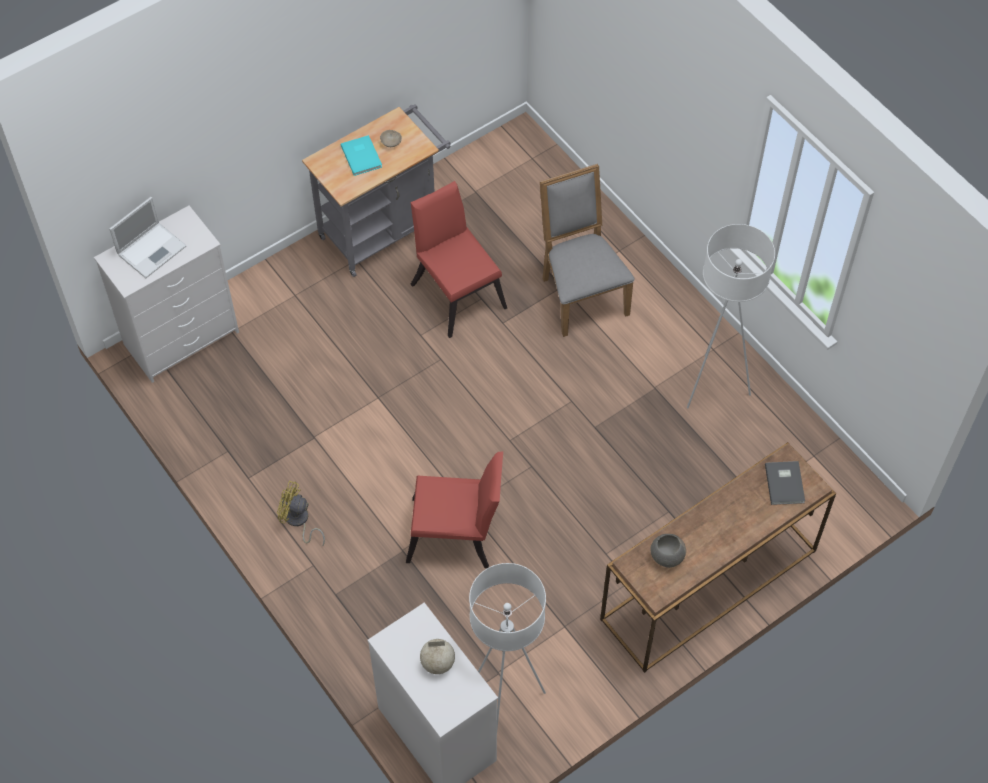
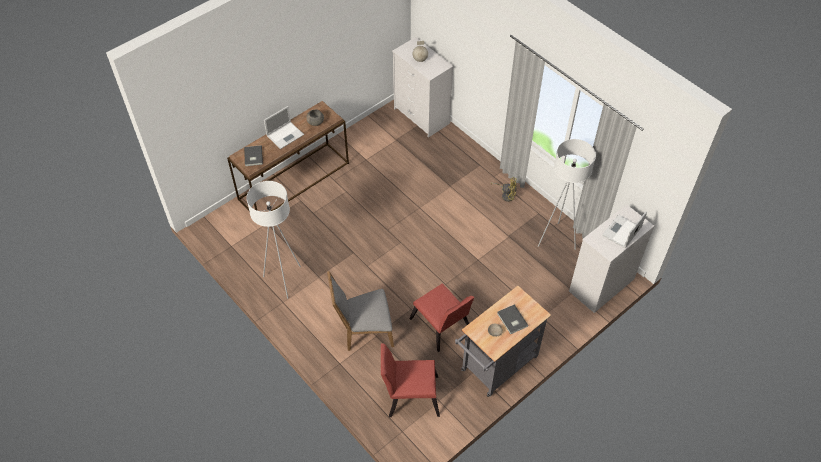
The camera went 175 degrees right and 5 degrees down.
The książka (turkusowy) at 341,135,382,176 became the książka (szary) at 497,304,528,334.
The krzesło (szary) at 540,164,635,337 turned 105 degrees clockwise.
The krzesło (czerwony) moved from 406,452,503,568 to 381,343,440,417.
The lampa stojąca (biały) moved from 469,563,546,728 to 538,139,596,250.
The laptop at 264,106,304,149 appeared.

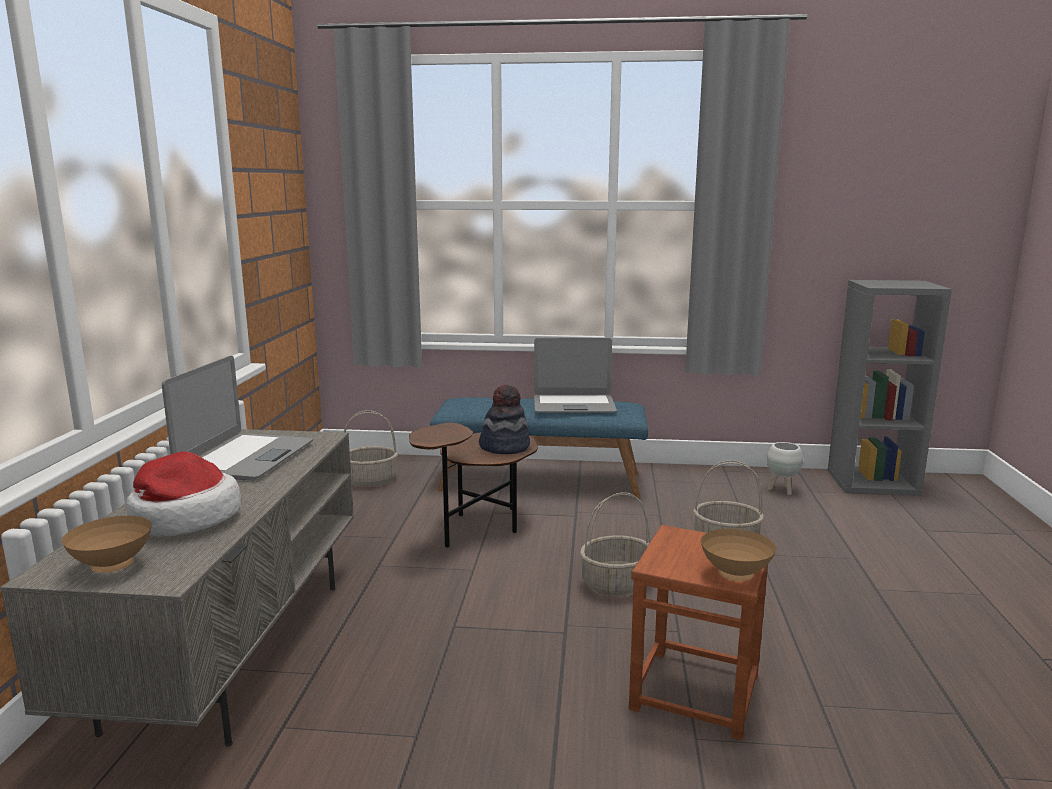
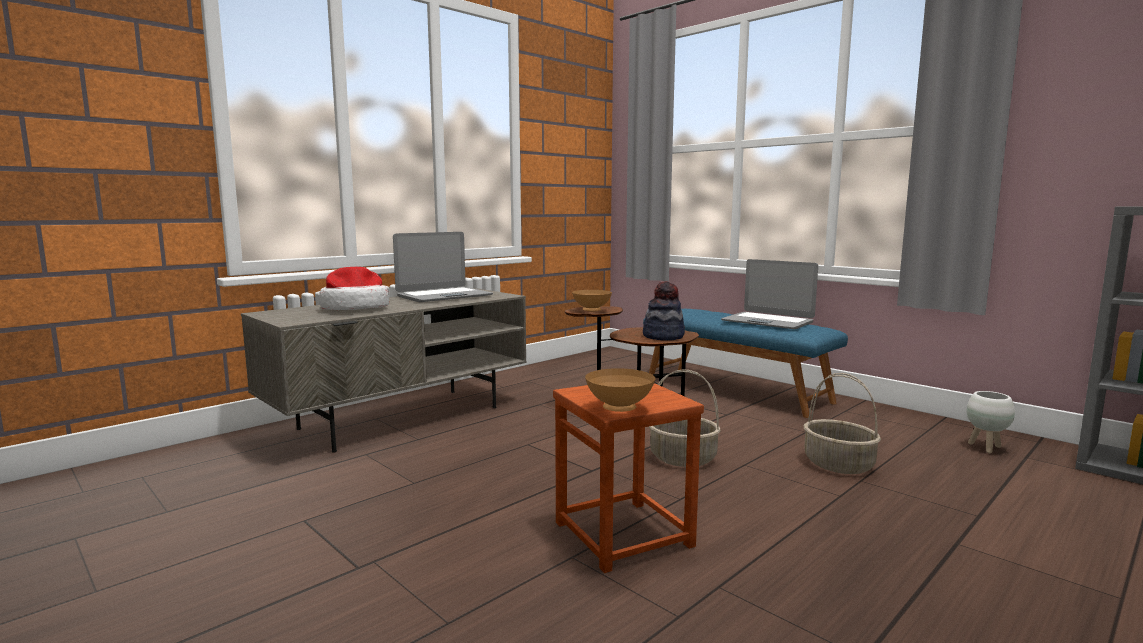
The camera went 40 degrees right and 5 degrees down.
The koszyk at 344,410,398,486 disappeared.
The miska (brązowy) moved from 62,516,152,573 to 572,290,612,312.

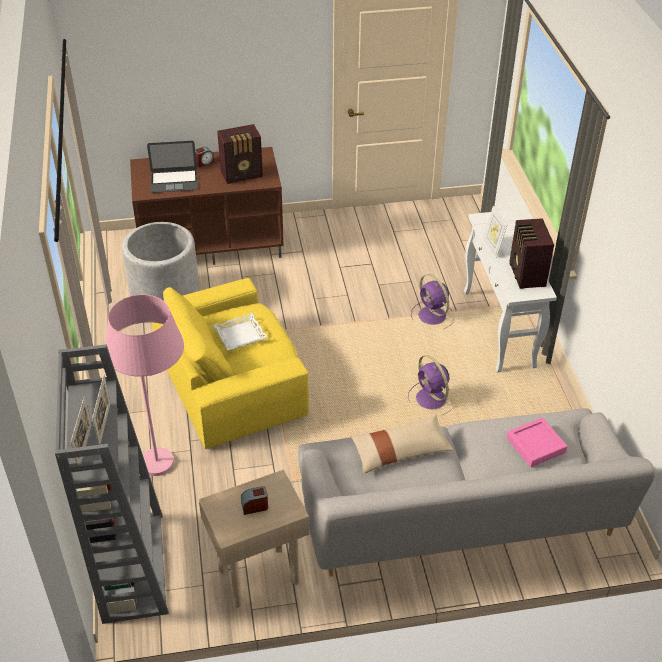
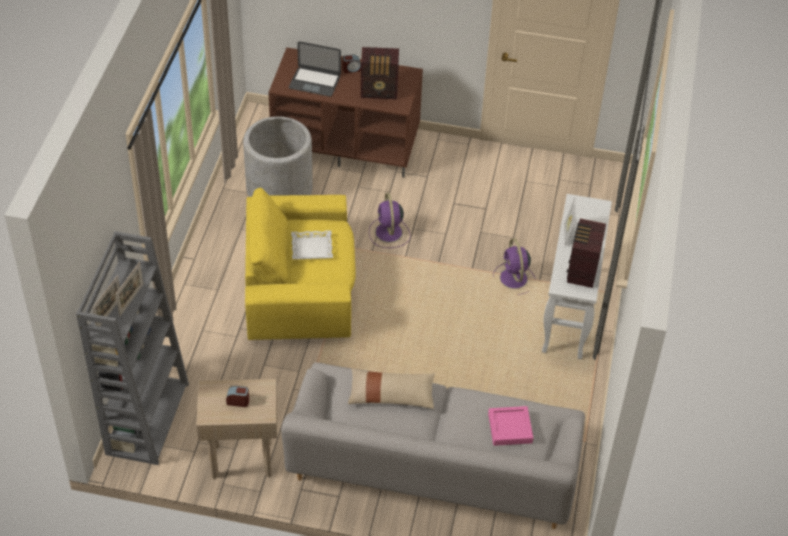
The camera went 20 degrees right and 5 degrees up.
The lampa stojąca (różowy) at 105,295,184,476 disappeared.
The wentylator (fioletowy) moved from 408,355,453,415 to 369,193,411,248.

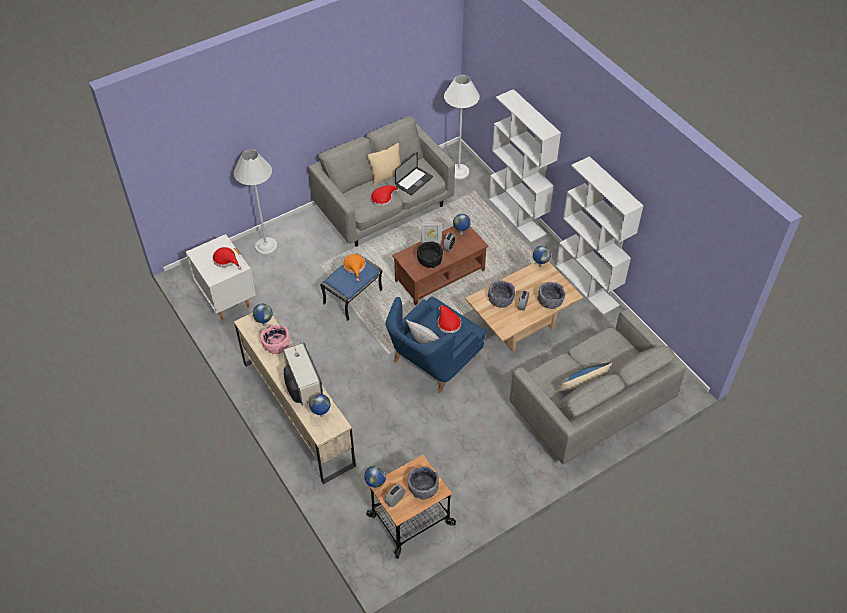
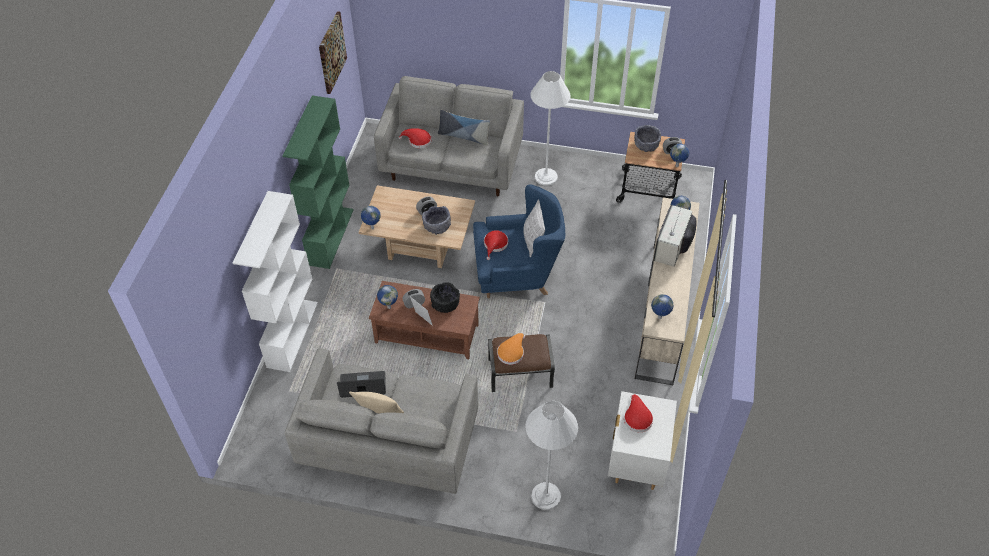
The camera went 135 degrees left and 0 degrees up.
The lampa stojąca (biały) moved from 444,75,480,179 to 530,71,571,186.
The regał (biały) at 556,156,643,315 became the regał (zielony) at 282,96,354,269.
The kapelusz (czerwony) moved from 371,185,399,206 to 398,128,431,148.
The pufa (niebieski) at 320,253,383,321 became the pufa (brązowy) at 488,334,555,392.
The miska (szary) at 537,282,565,309 disappeared.
The miska (różowy) at 260,325,290,354 disappeared.
The obraz at 319,11,347,94 appeared.

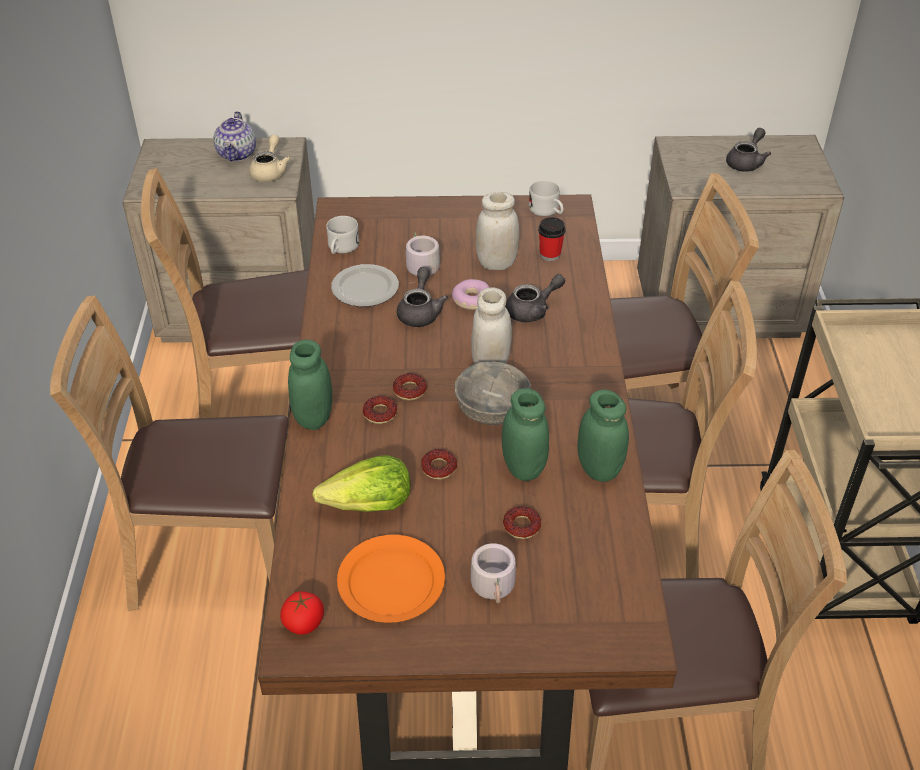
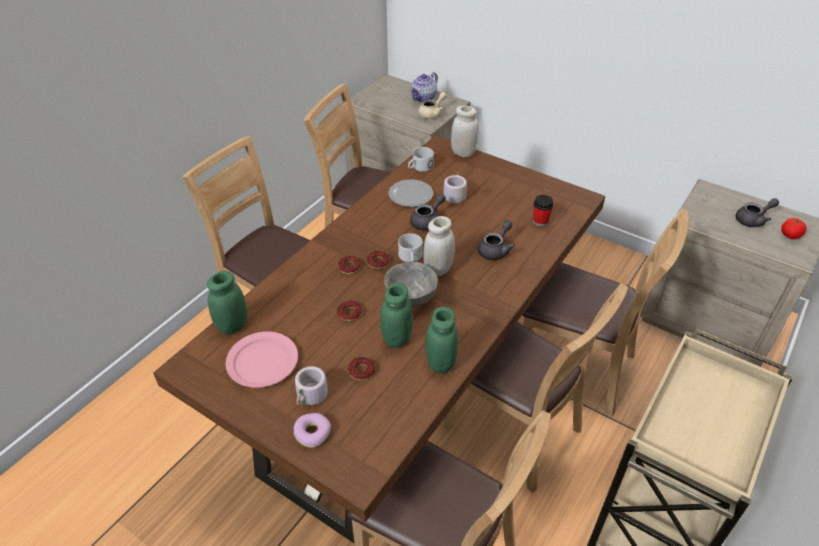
The camera went 35 degrees right and 0 degrees up.
The kubek (biały) moved from 529,180,564,216 to 398,233,423,262.
The słoik (biały) moved from 476,192,519,270 to 451,105,479,157.
The imbryk (szary) at 506,274,565,322 turned 60 degrees counterclockwise.
The donut moved from 452,279,490,310 to 294,413,331,448.
The słoik (zielony) moved from 288,340,332,430 to 207,271,247,335.
The sałata at 312,455,410,512 disappeared.
The talerz (pomarańczowy) at 337,535,445,623 became the talerz (różowy) at 226,332,298,388.
The pomidor moved from 280,591,324,635 to 781,218,806,239.

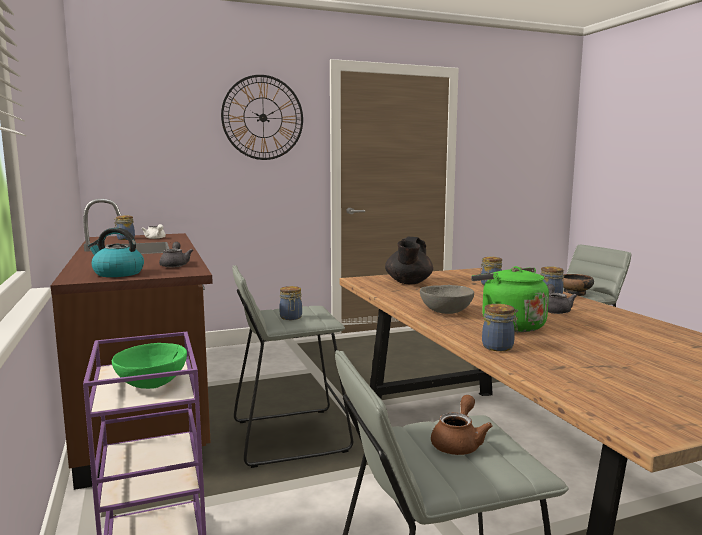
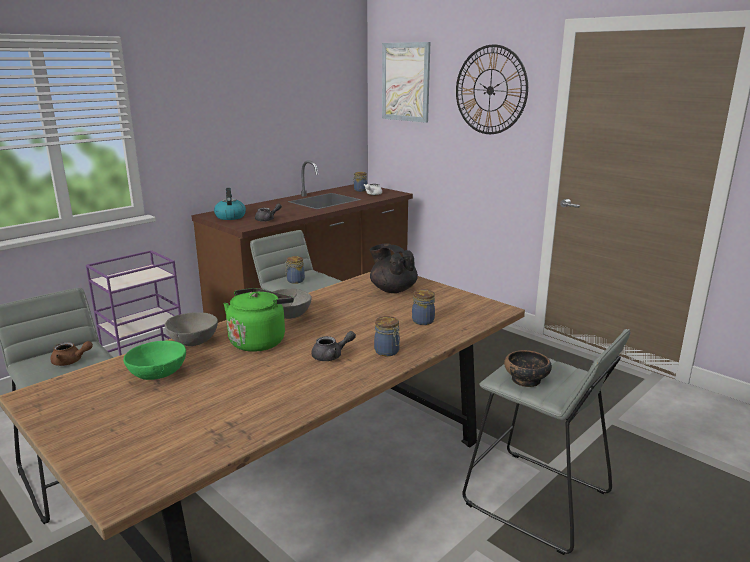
The camera went 65 degrees right and 10 degrees up.
The imbryk (czarny) at 385,237,433,284 turned 60 degrees clockwise.
The słoik at 482,304,518,351 was replaced by the miska (szary) at 165,312,218,346.
The miska (zielony) moved from 112,343,187,389 to 123,341,186,380.
The obraz at 382,42,430,123 appeared.

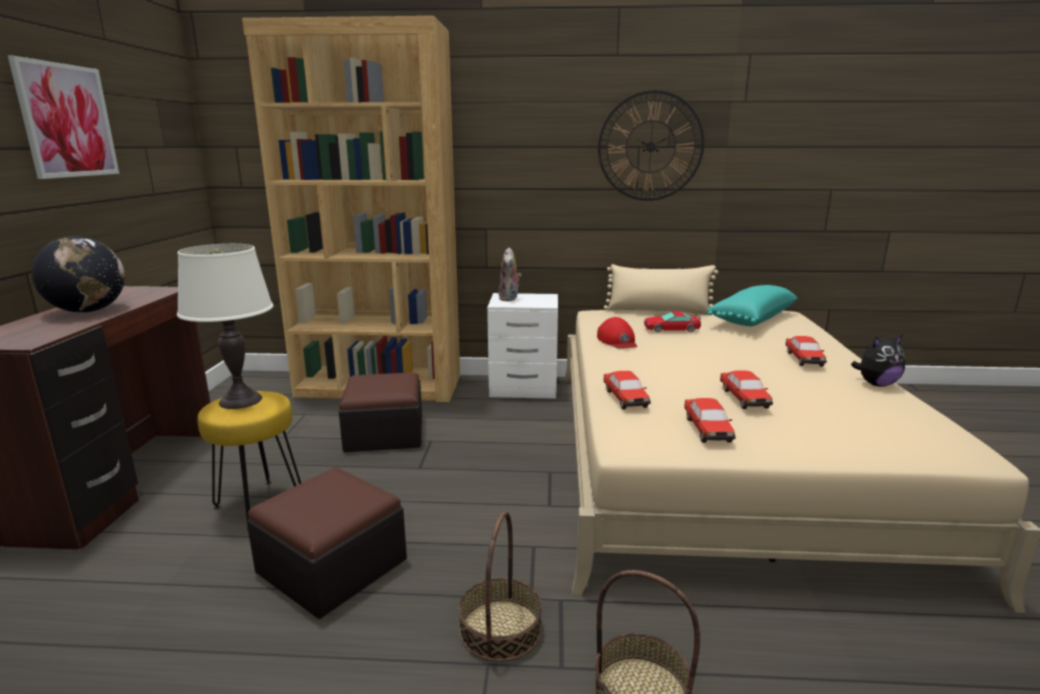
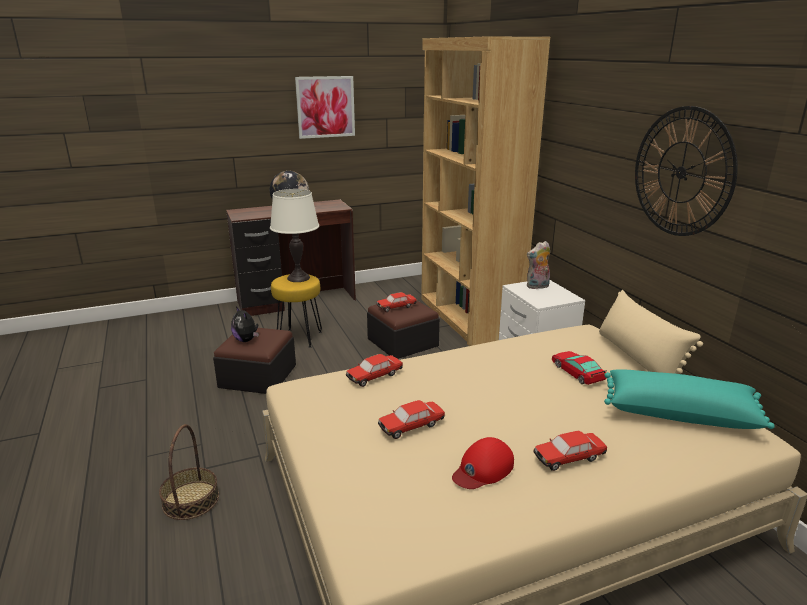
The camera went 65 degrees right and 5 degrees up.
The czapka z daszkiem (czerwony) moved from 597,317,637,349 to 452,437,514,489.
The pluszak moved from 851,335,905,387 to 231,306,259,342.
The samochodzik moved from 684,398,736,443 to 376,292,417,312.
The koszyk at 459,511,542,662 disappeared.

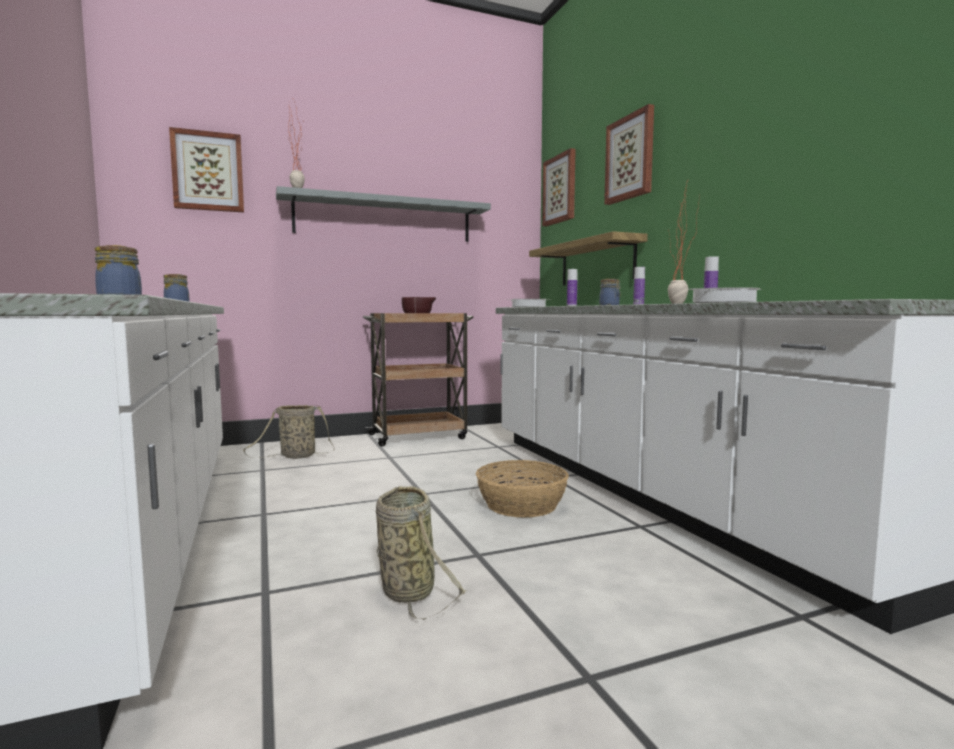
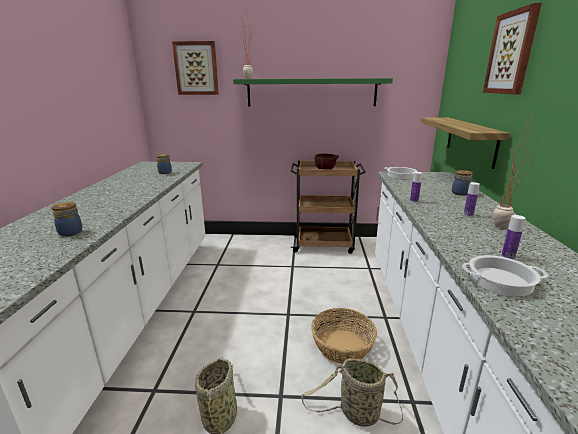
The camera went 25 degrees right and 15 degrees up.
The obraz at 542,148,576,226 disappeared.
The półka (szary) at 276,186,491,242 became the półka (zielony) at 233,78,393,106.
The koszyk moved from 243,405,334,459 to 301,359,403,427.

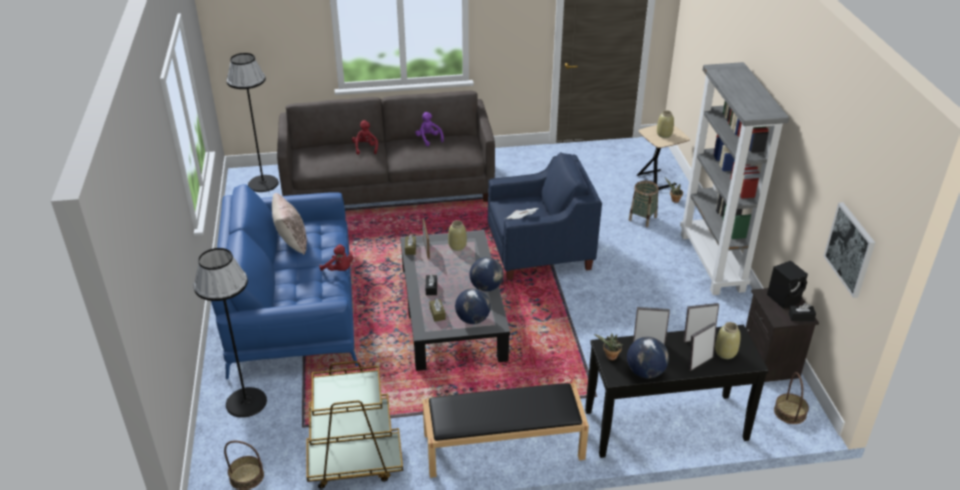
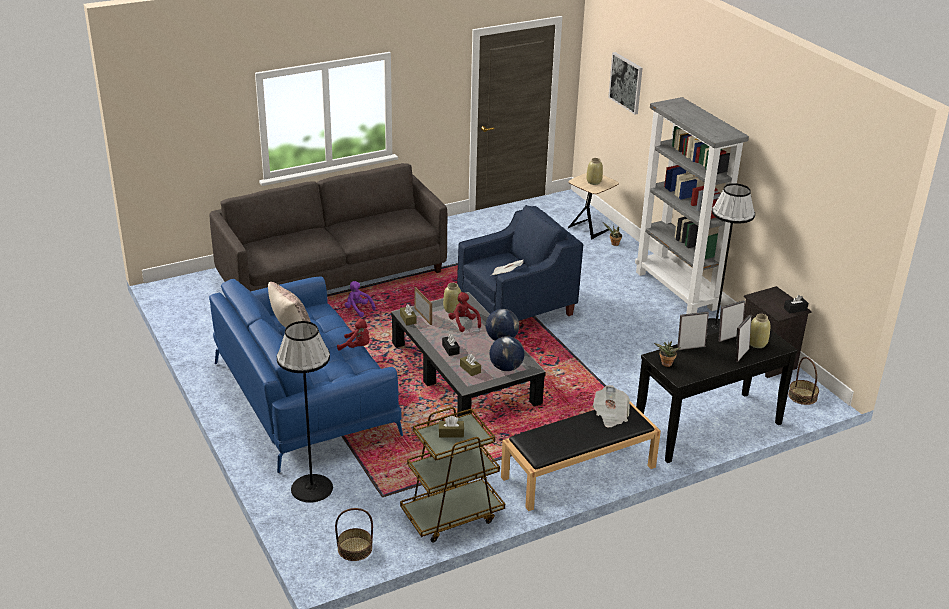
The camera went 20 degrees left and 5 degrees down.
The lampa stojąca (czarny) moved from 226,53,279,192 to 707,183,755,335.
The pluszak (fioletowy) moved from 415,112,444,146 to 345,281,376,317.
The pluszak (czerwony) moved from 352,120,378,155 to 448,292,481,332.
The koszyk at 629,181,659,227 disappeared.
The obraz moved from 824,202,875,298 to 608,52,643,115.
The głośnik (czarny) at 767,261,808,309 disappeared.
The globus at 627,337,669,379 disappeared.
The gazeta at 593,385,630,428 appeared.
The pudełko chusteczek (brązowy) at 439,416,464,437 appeared.

